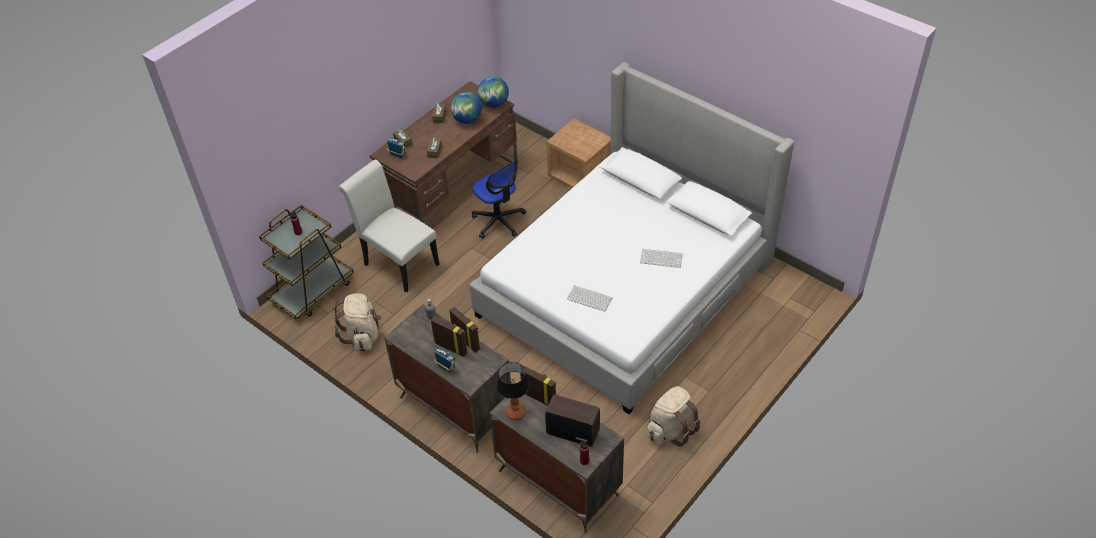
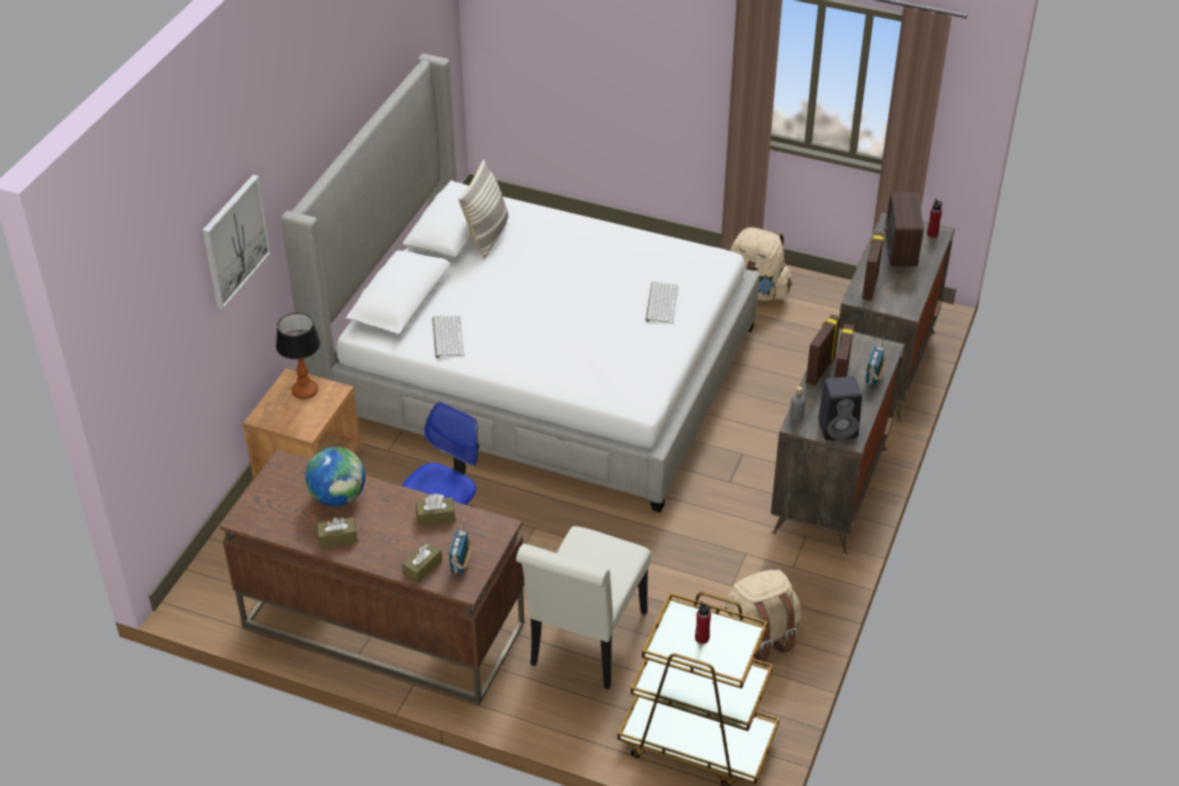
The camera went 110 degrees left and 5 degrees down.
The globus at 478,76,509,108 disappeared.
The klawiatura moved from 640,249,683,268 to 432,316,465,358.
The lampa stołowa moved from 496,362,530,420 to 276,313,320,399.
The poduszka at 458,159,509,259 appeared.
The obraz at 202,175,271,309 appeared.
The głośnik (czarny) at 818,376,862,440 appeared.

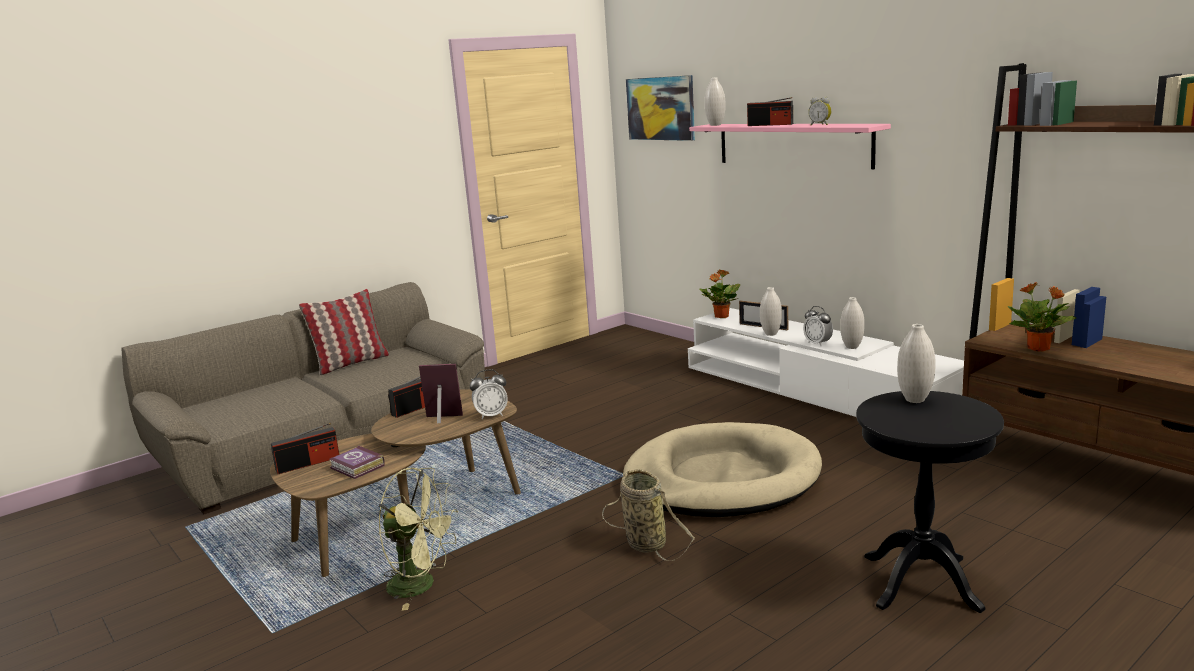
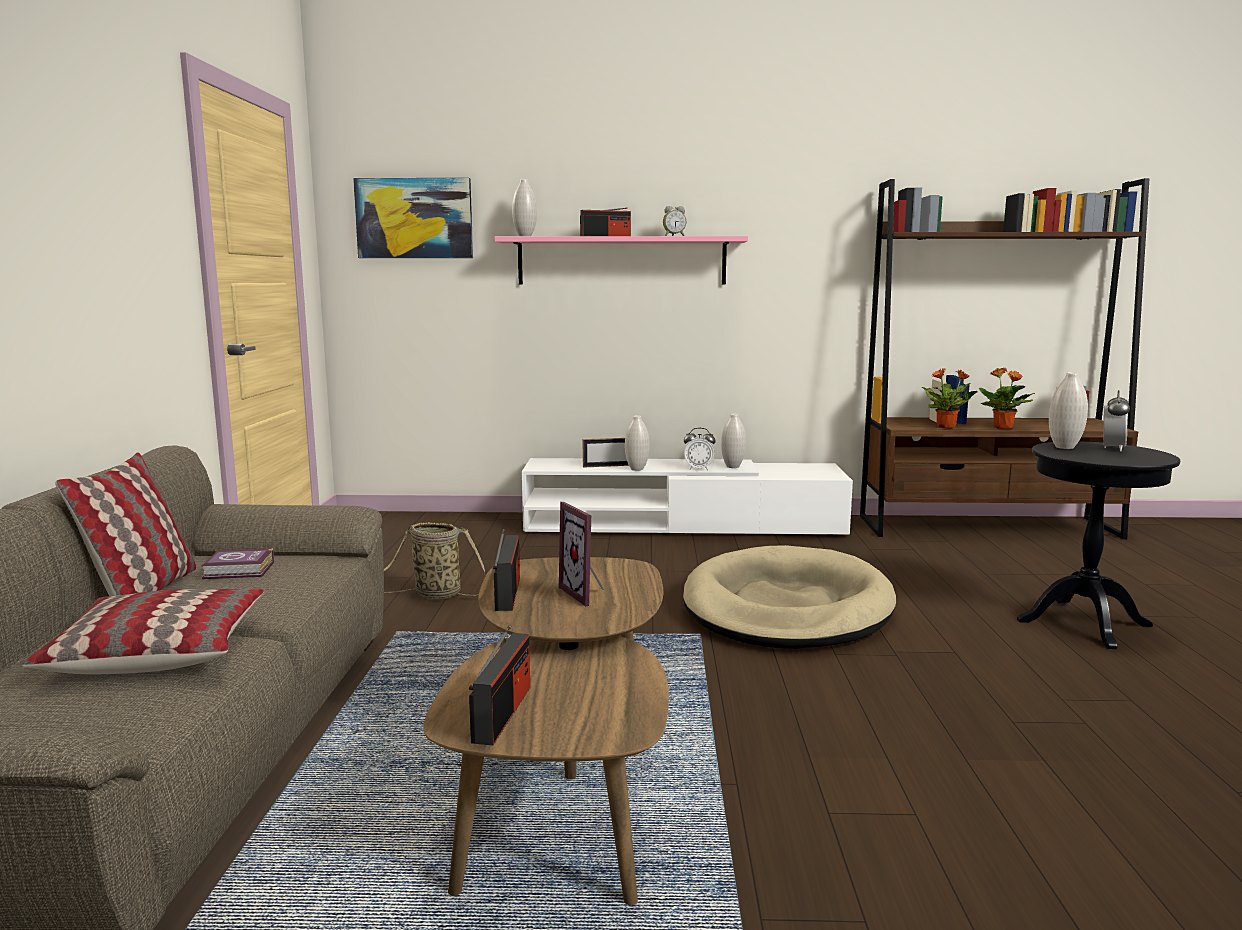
The camera went 50 degrees left and 5 degrees down.
The roślina doniczkowa moved from 699,269,740,318 to 979,368,1035,429.
The ramka na zdjęcie at 419,364,463,423 turned 75 degrees counterclockwise.
The budzik moved from 470,369,508,419 to 1103,390,1130,451.
The książka moved from 330,446,385,479 to 202,548,274,579.
The wentylator (zielony) at 379,468,458,611 disappeared.
The koszyk moved from 602,469,695,561 to 384,522,487,600.
The poduszka at 22,589,264,674 appeared.

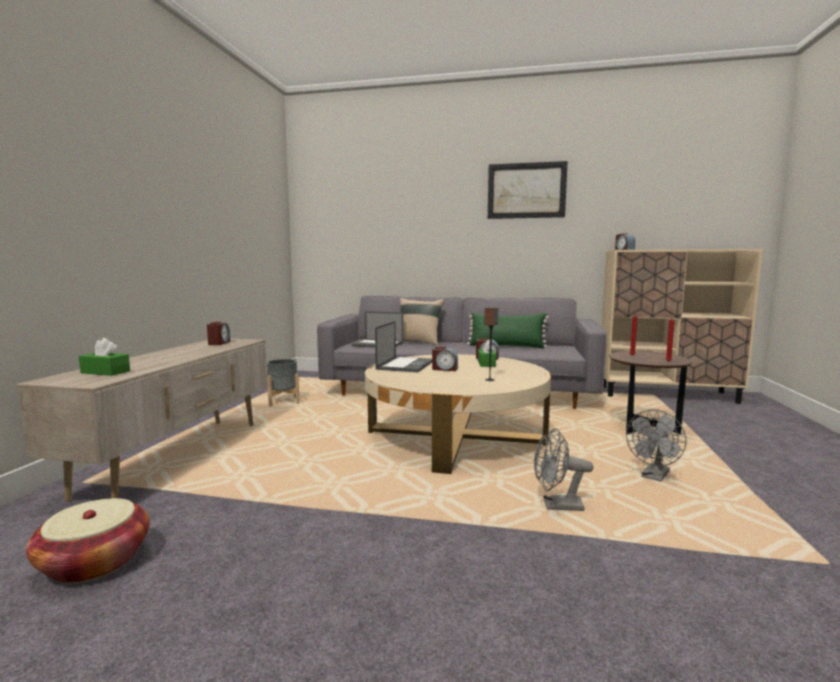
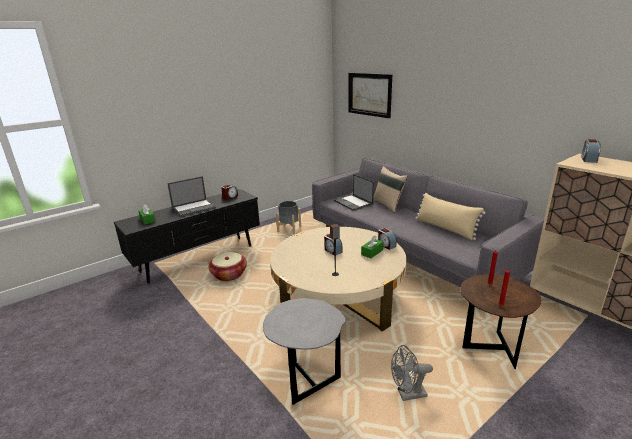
The camera went 40 degrees right and 15 degrees up.
The obraz moved from 488,161,568,219 to 348,73,392,118.
The poduszka (zielony) at 467,313,549,349 became the poduszka (beżowy) at 415,193,485,240.
The laptop moved from 375,321,432,372 to 167,176,216,217.
The szafka pod telewizor (beżowy) at 16,339,267,502 became the szafka pod telewizor (czarny) at 114,189,260,284.
The wentylator (szary) at 534,428,593,511 was replaced by the stolik (szary) at 263,298,346,405.
The koszyk moved from 26,498,150,583 to 208,252,247,281.

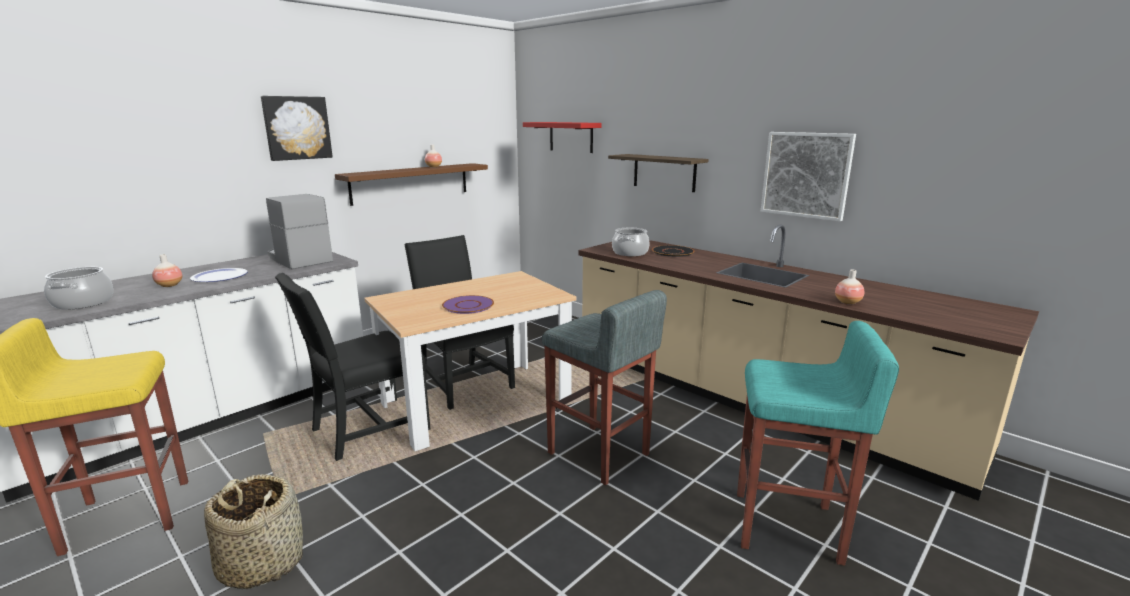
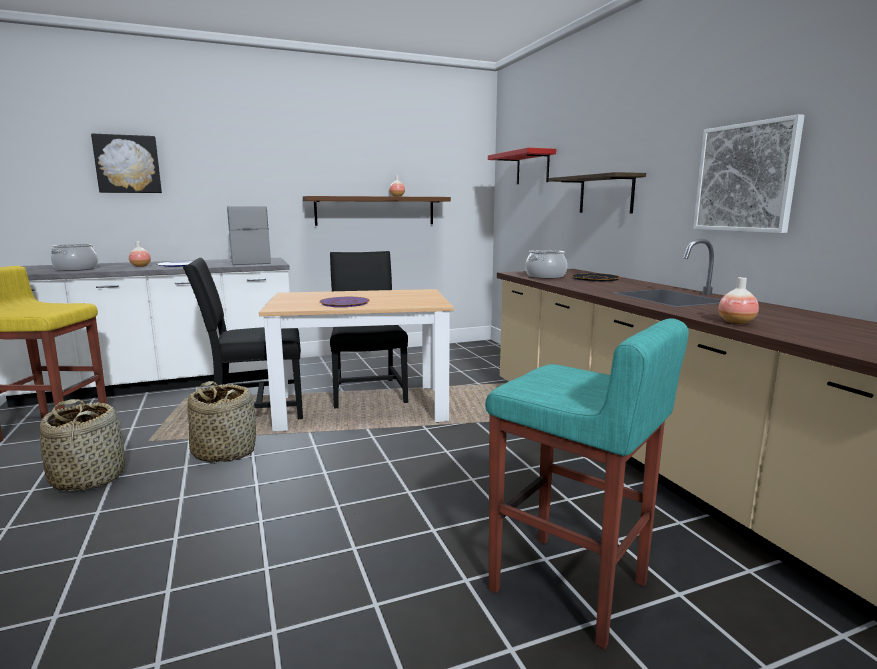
The camera went 25 degrees right and 5 degrees down.
The obraz moved from 261,96,333,161 to 91,133,162,193.
The stołek (szary) at 542,290,667,485 disappeared.
The koszyk at 188,381,256,463 appeared.

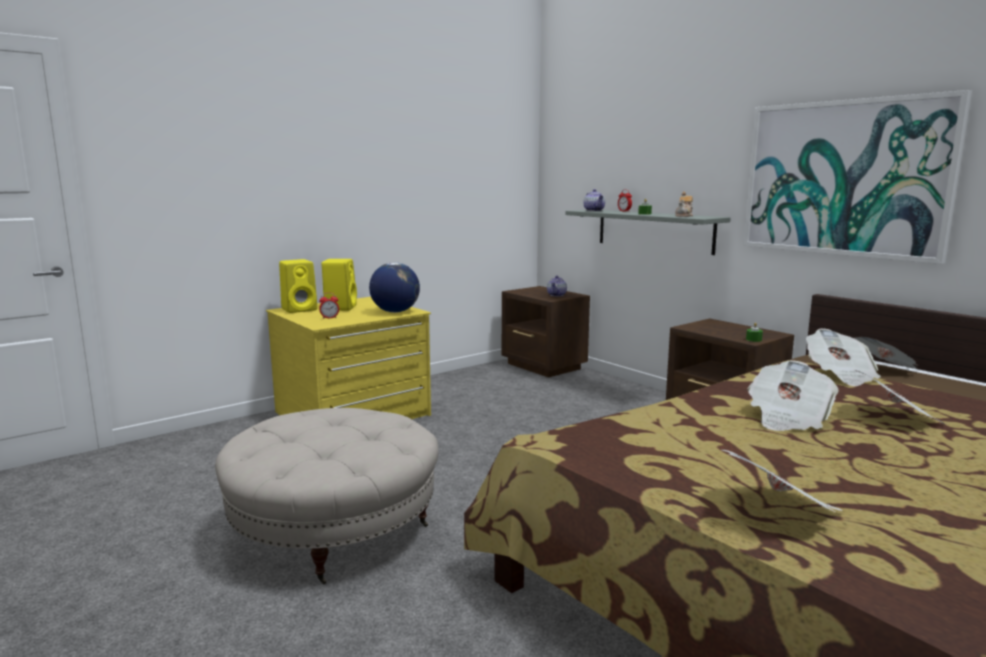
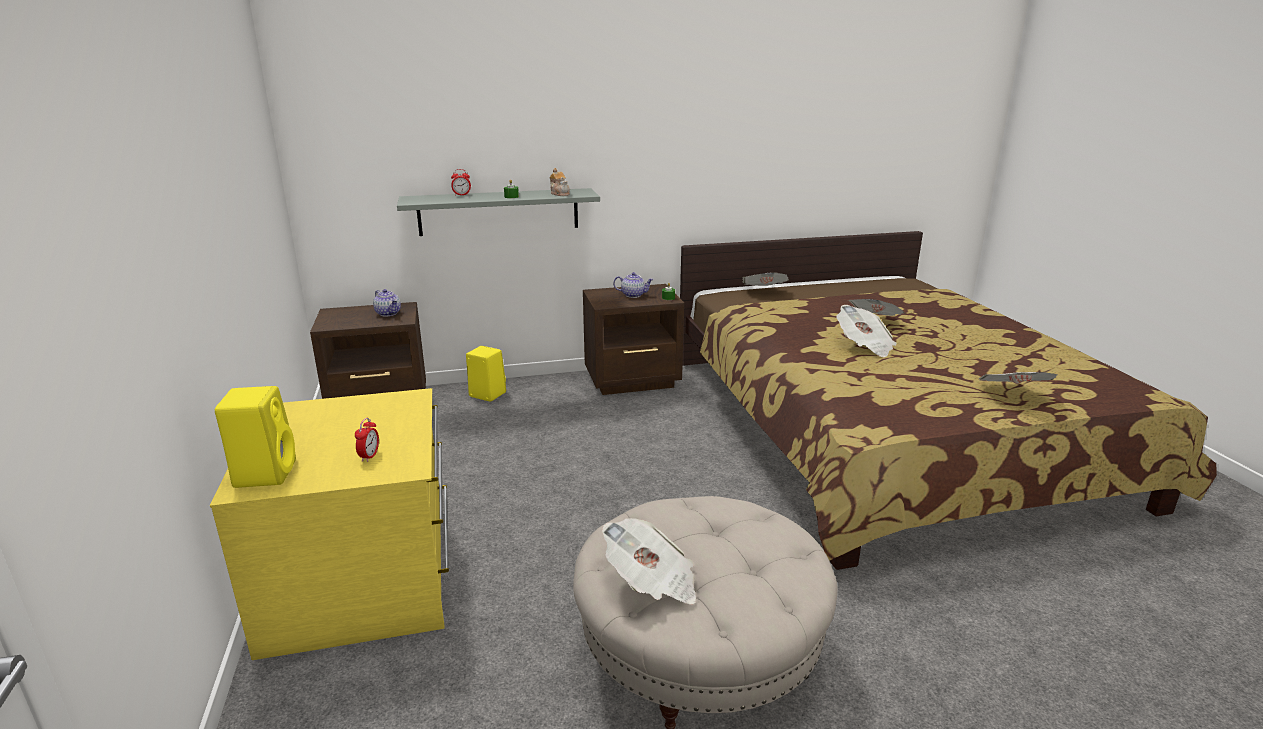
The camera went 65 degrees left and 10 degrees up.
The obraz at 743,90,972,264 disappeared.
The imbryk moved from 583,189,605,211 to 613,272,654,298.
The głośnik (żółty) moved from 322,259,357,311 to 466,346,506,402.
The globus at 369,262,420,313 disappeared.
The gazeta moved from 806,329,881,386 to 602,518,696,605.

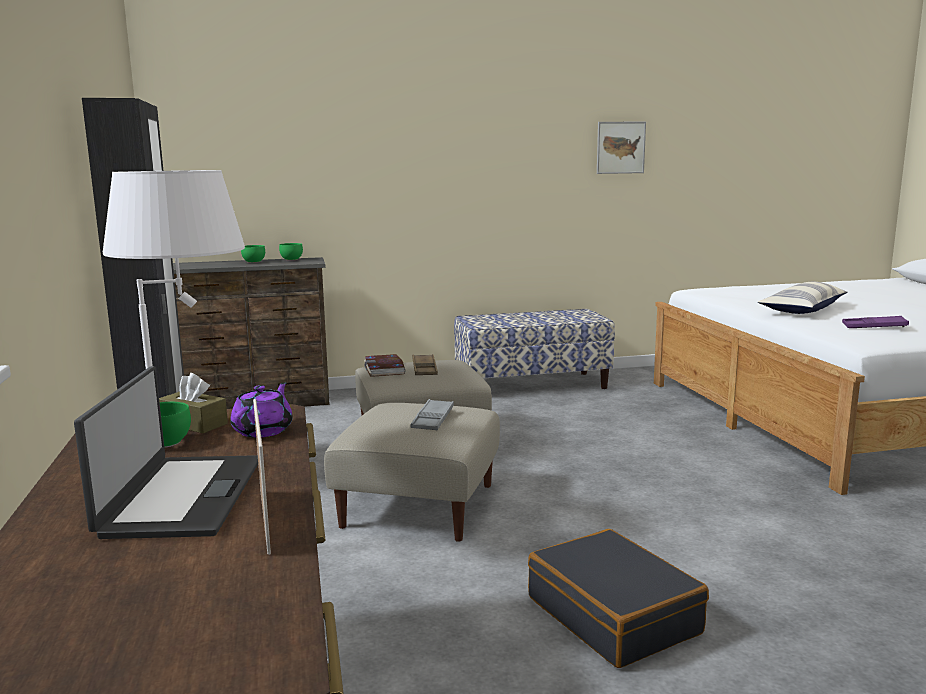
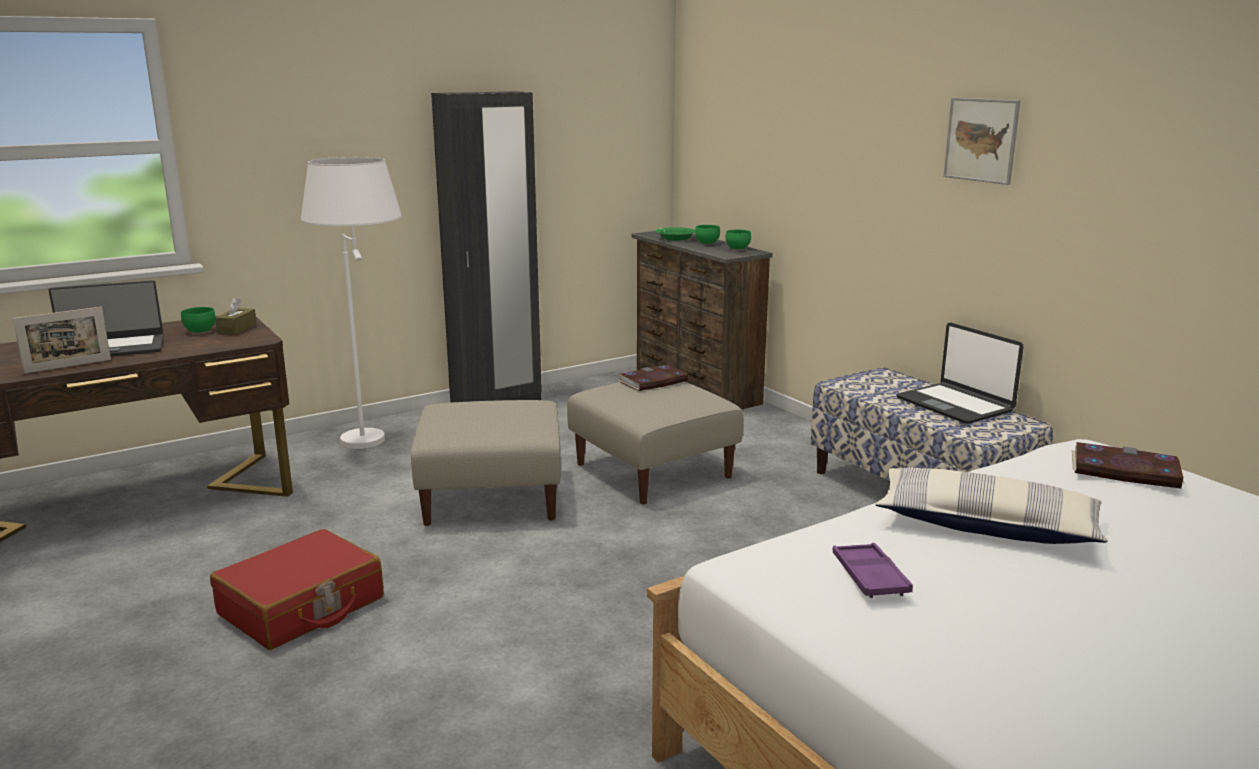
The camera went 70 degrees right and 5 degrees up.
The obraz moved from 597,122,646,174 to 943,98,1020,185.
The taca (brązowy) at 412,354,438,375 disappeared.
The imbryk (fioletowy) at 230,382,293,438 disappeared.
The taca (szary) at 411,399,454,430 disappeared.
The walizka (czarny) at 528,529,709,668 became the walizka (czerwony) at 210,529,384,650.
The miska (zielony) at 655,227,695,241 appeared.
The laptop at 896,322,1024,424 appeared.
The książka at 1072,442,1184,488 appeared.

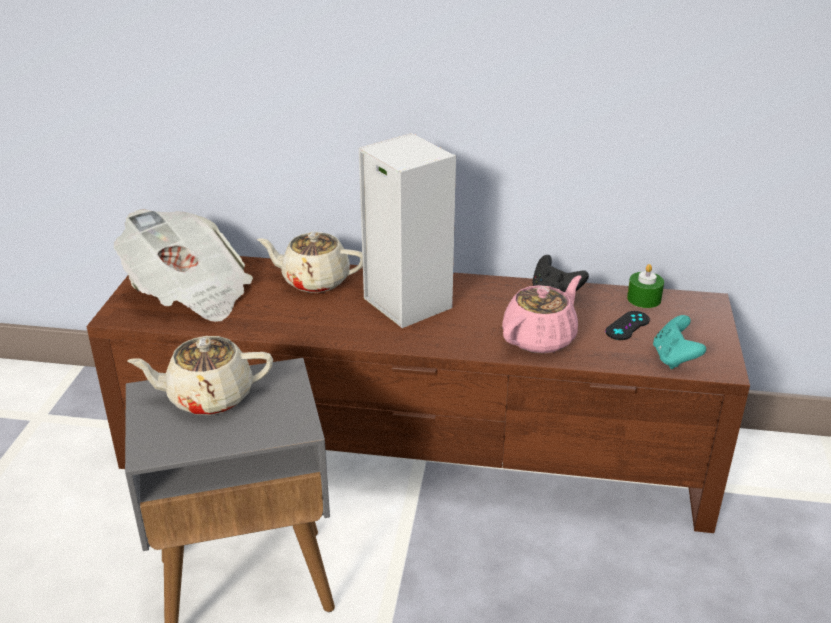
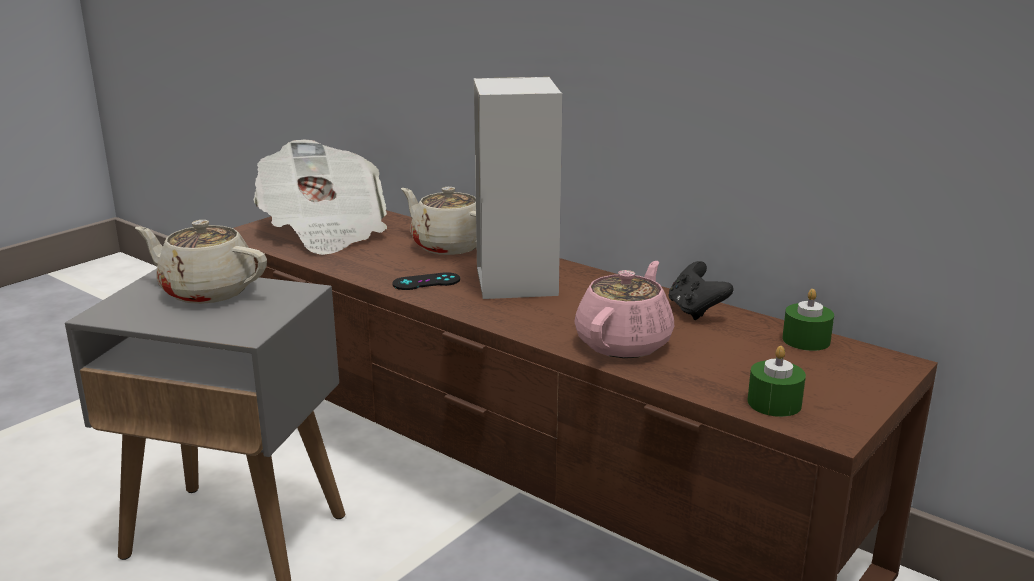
The camera went 30 degrees right and 10 degrees down.
The imbryk (różowy) at 502,275,582,354 turned 45 degrees counterclockwise.
The pad do gier (czarny) moved from 605,311,650,340 to 392,272,460,290.
The pad do gier (turkusowy) at 653,315,706,369 was replaced by the świeca (zielony) at 748,346,806,417.

